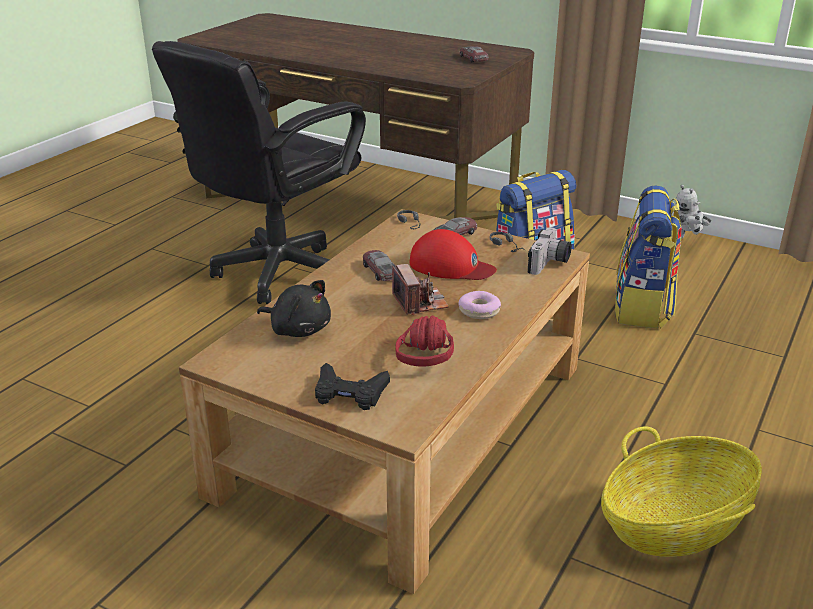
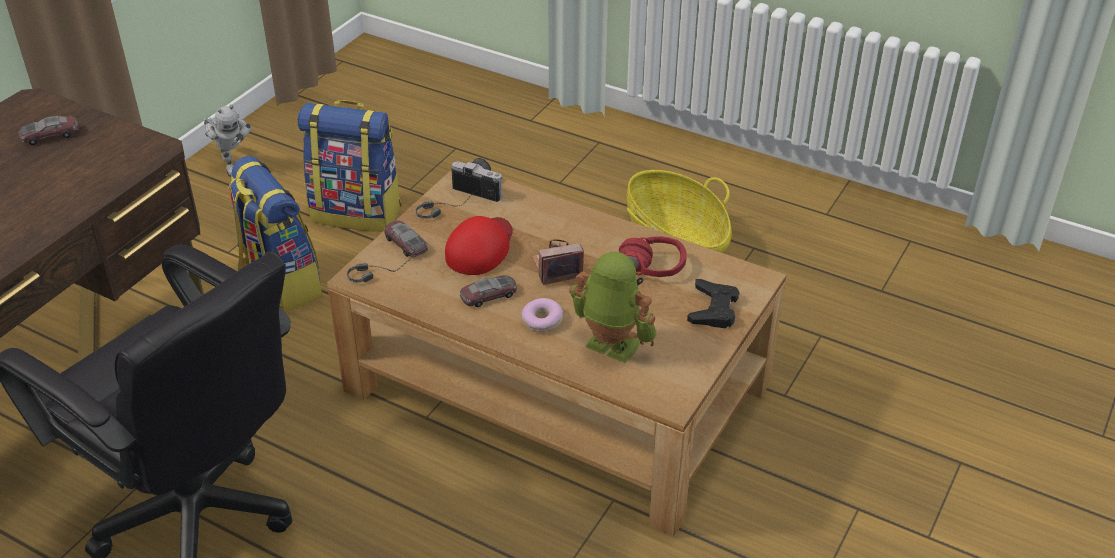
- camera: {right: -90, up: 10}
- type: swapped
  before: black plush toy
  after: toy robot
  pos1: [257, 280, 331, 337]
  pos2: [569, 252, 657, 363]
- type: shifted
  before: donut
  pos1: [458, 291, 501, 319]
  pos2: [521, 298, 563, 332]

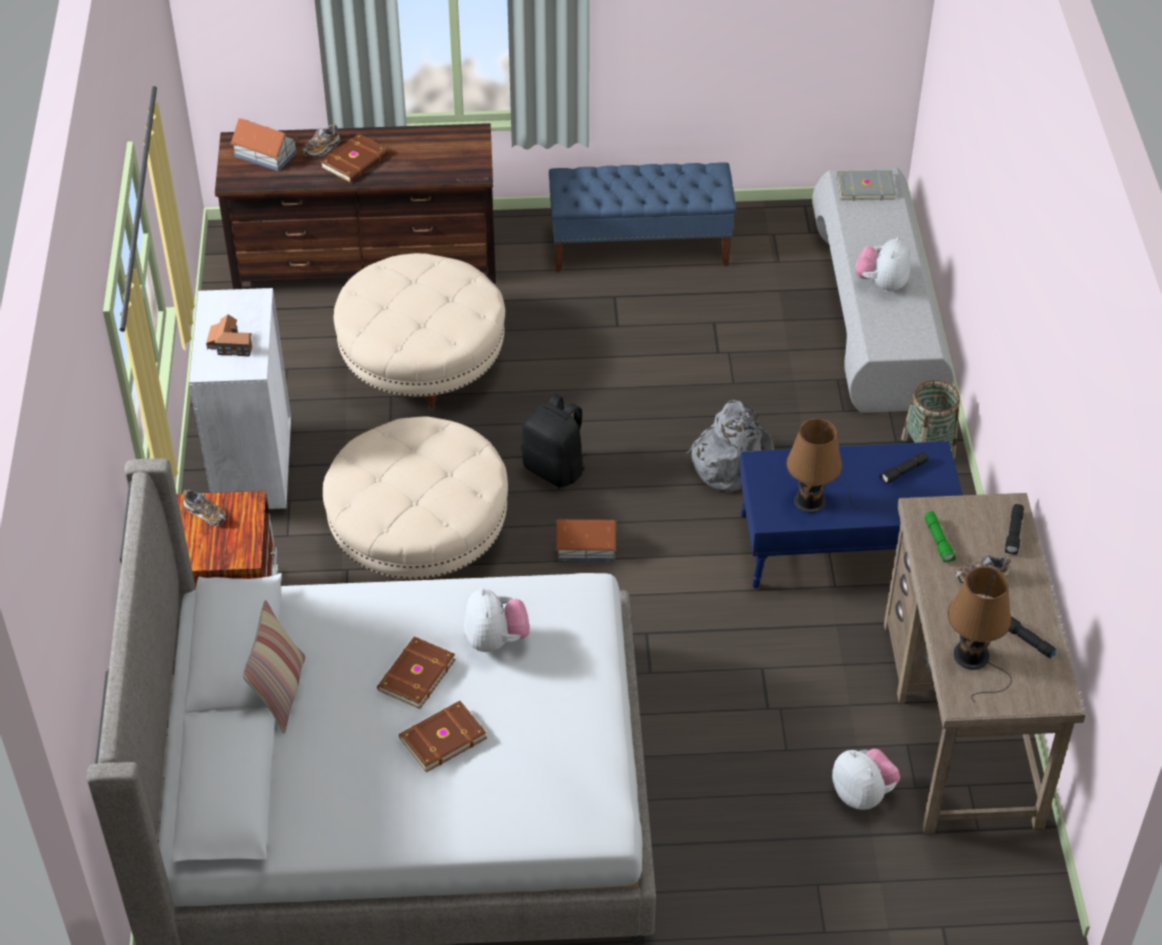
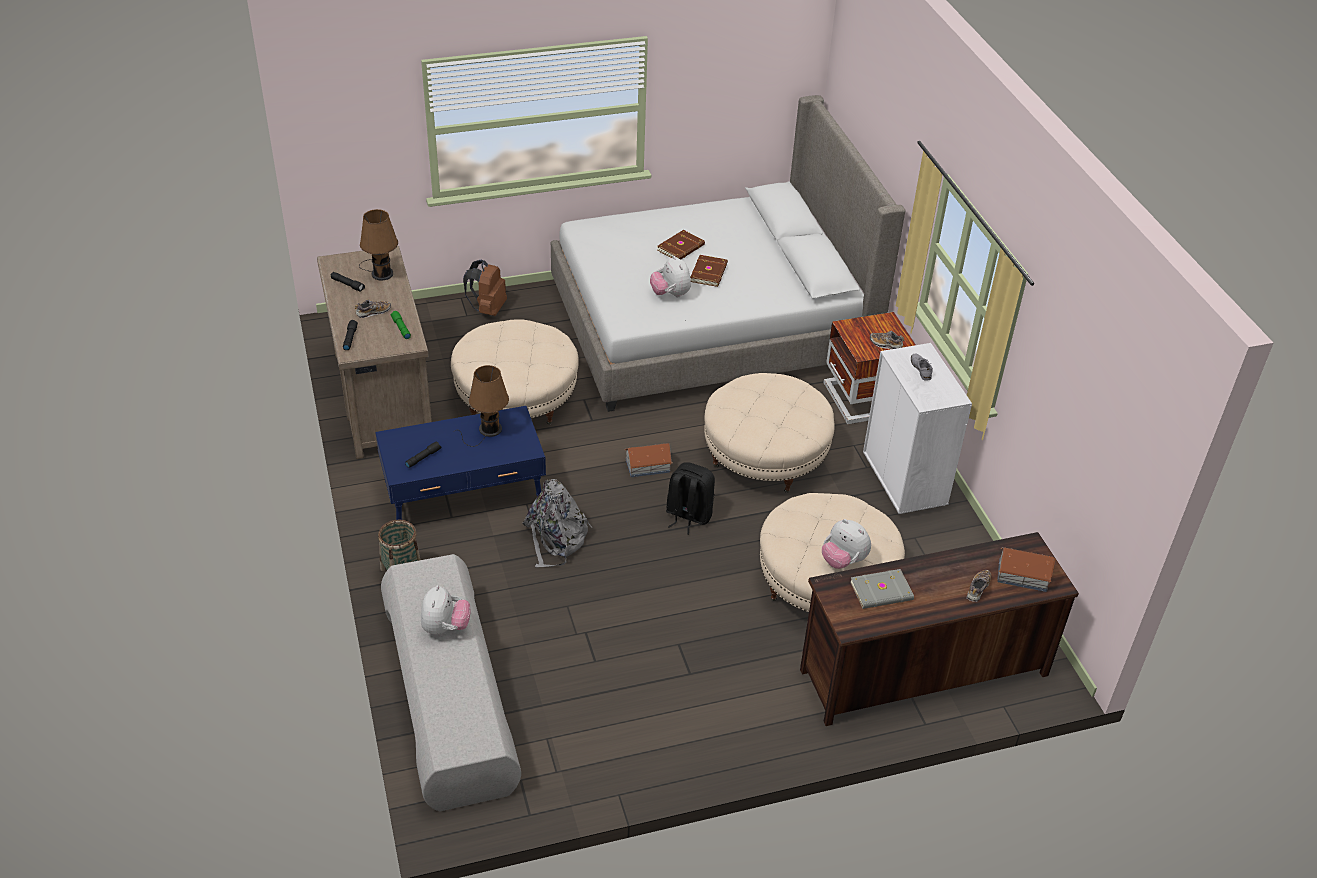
- camera: {right: 165, up: -5}
- type: gone
  before: brown volume
  pos1: [321, 133, 389, 183]
- type: gone
  before: blue-coloured long seat
  pos1: [549, 162, 736, 272]
- type: shifted
  before: grey volume
  pos1: [837, 170, 896, 201]
  pos2: [850, 569, 914, 609]
- type: swapped
  before: miniature house
  after: grey item of footwear
  pos1: [206, 314, 252, 357]
  pos2: [911, 354, 933, 381]
- type: gone
  before: throw pillow
  pos1: [243, 600, 305, 734]
- type: shifted
  before: plush toy
  pos1: [832, 749, 900, 810]
  pos2: [822, 519, 871, 569]
- type: new
  after: brown knapsack
  pos2: [463, 260, 507, 316]
- type: new
  after: beige pouffe
  pos2: [451, 319, 579, 424]

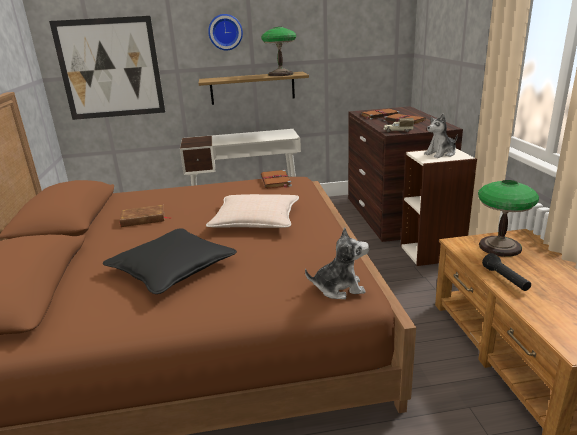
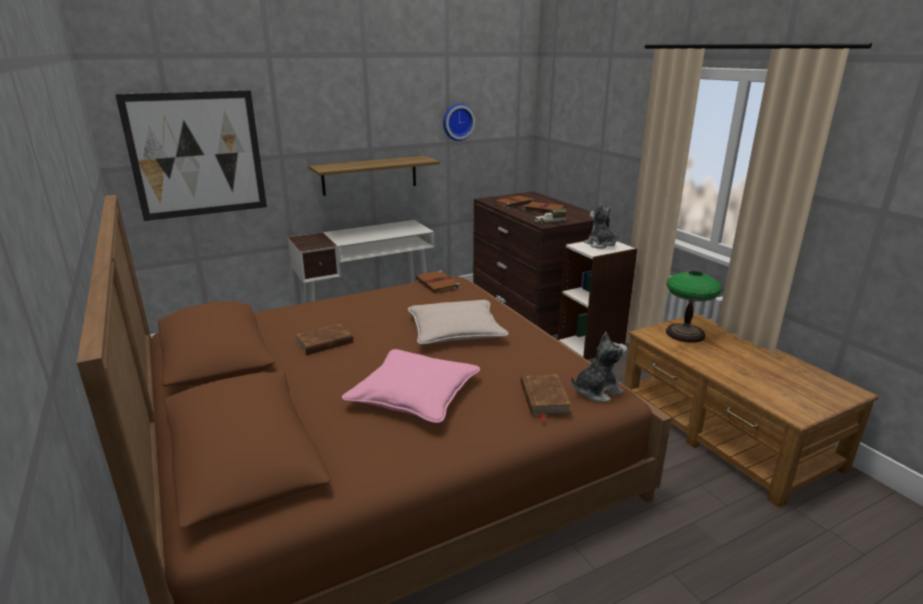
- camera: {right: -20, up: 0}
- type: shifted
  before: hanging clock
  pos1: [208, 14, 243, 50]
  pos2: [443, 103, 475, 141]
- type: gone
  before: table lamp
  pos1: [261, 27, 296, 76]
- type: rotated
  before: plush toy
  pos1: [424, 114, 458, 158]
  pos2: [584, 204, 619, 249]
  turn: 105
- type: repainted
  before: black throw pillow
  after: pink throw pillow
  pos1: [103, 228, 237, 294]
  pos2: [342, 349, 480, 423]
- type: gone
  before: black hand torch
  pos1: [482, 253, 531, 291]
- type: new
  after: brown volume
  pos2: [521, 374, 572, 422]

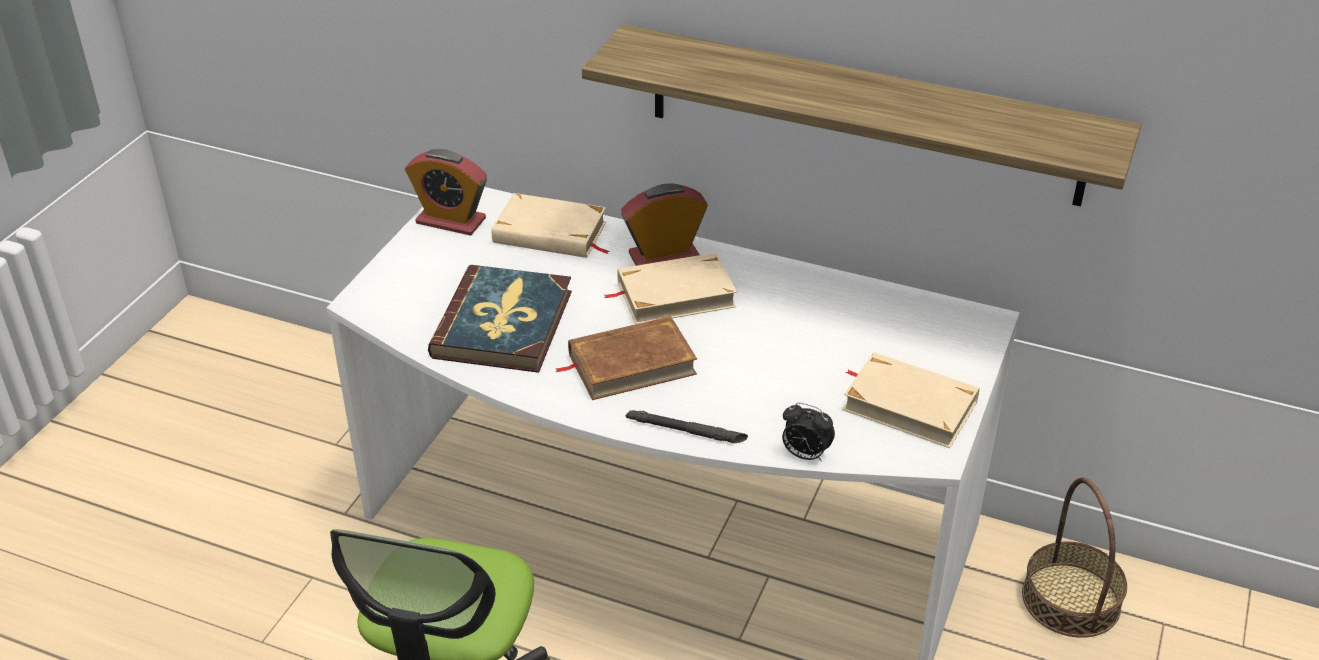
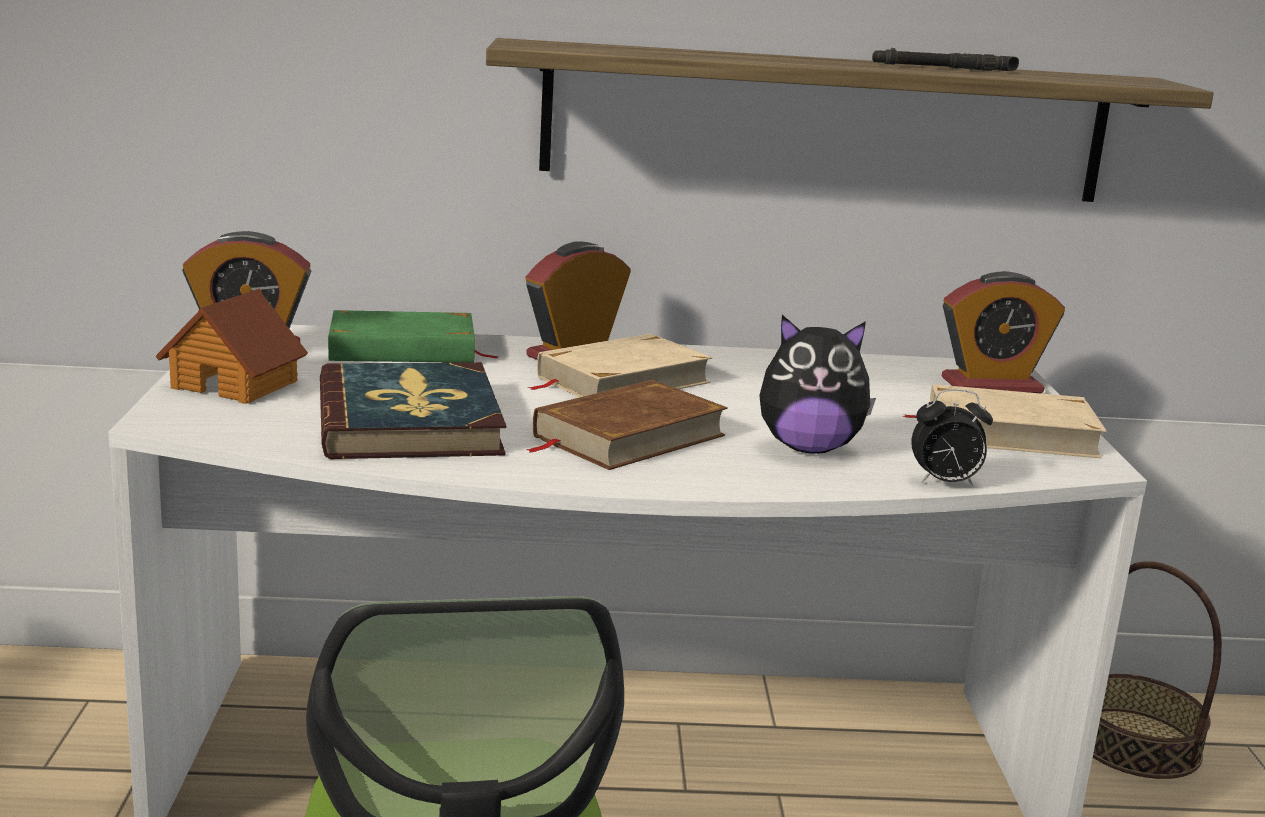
- camera: {right: -25, up: -20}
- type: repainted
  before: beige volume
  after: green-coloured volume
  pos1: [492, 193, 610, 258]
  pos2: [328, 310, 499, 363]
- type: shifted
  before: black hand torch
  pos1: [626, 410, 748, 443]
  pos2: [872, 48, 1019, 71]
- type: new
  after: table clock
  pos2: [942, 271, 1065, 394]
- type: new
  after: miniature house
  pos2: [155, 289, 308, 404]
- type: new
  after: plush toy
  pos2: [759, 315, 876, 454]

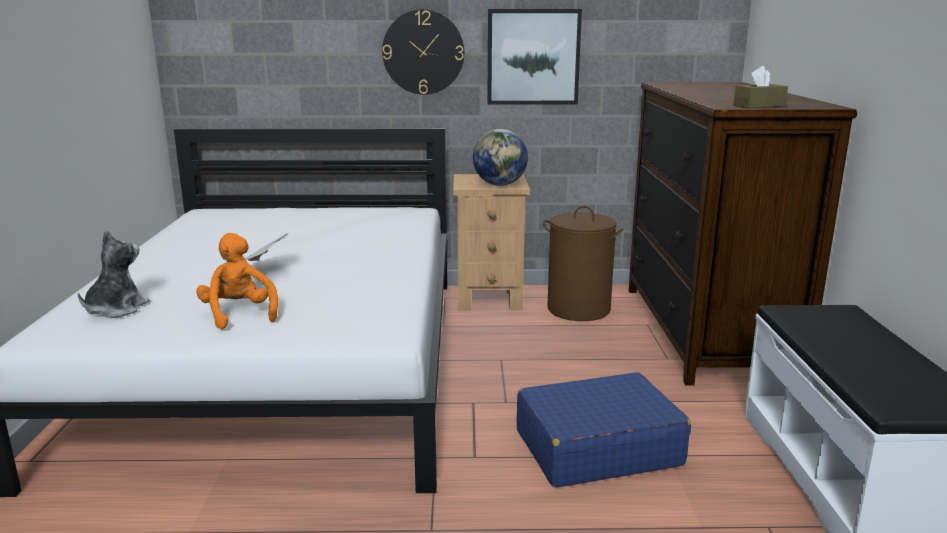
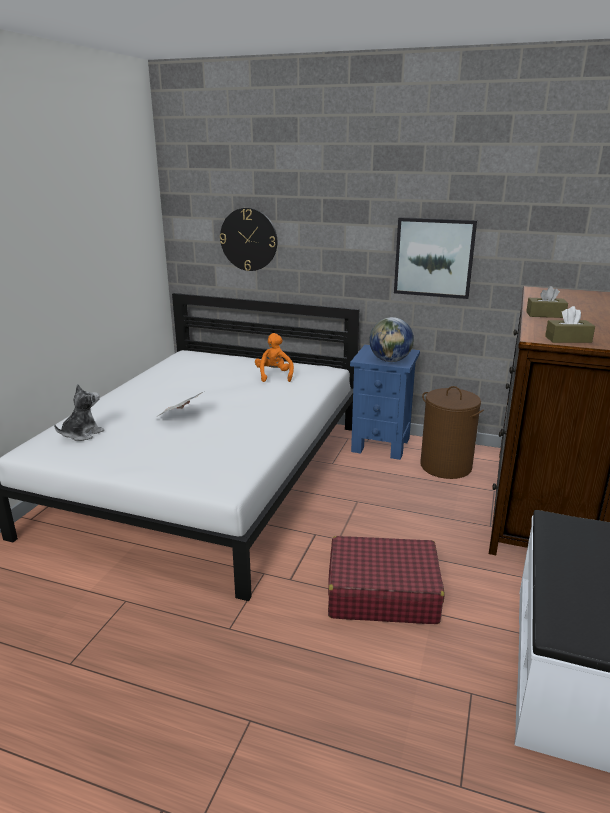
- camera: {right: 20, up: 5}
- type: shifted
  before: hanging clock
  pos1: [382, 9, 464, 95]
  pos2: [220, 208, 277, 271]
- type: repainted
  before: beige bedside table
  after: blue-coloured bedside table
  pos1: [453, 174, 530, 311]
  pos2: [350, 345, 420, 460]
- type: shifted
  before: orange plush toy
  pos1: [196, 233, 278, 329]
  pos2: [255, 333, 294, 382]
- type: repainted
  before: blue-coloured travel case
  after: red travel case
  pos1: [517, 372, 691, 488]
  pos2: [328, 536, 445, 624]
- type: new
  after: brown tissue holder
  pos2: [526, 286, 568, 318]

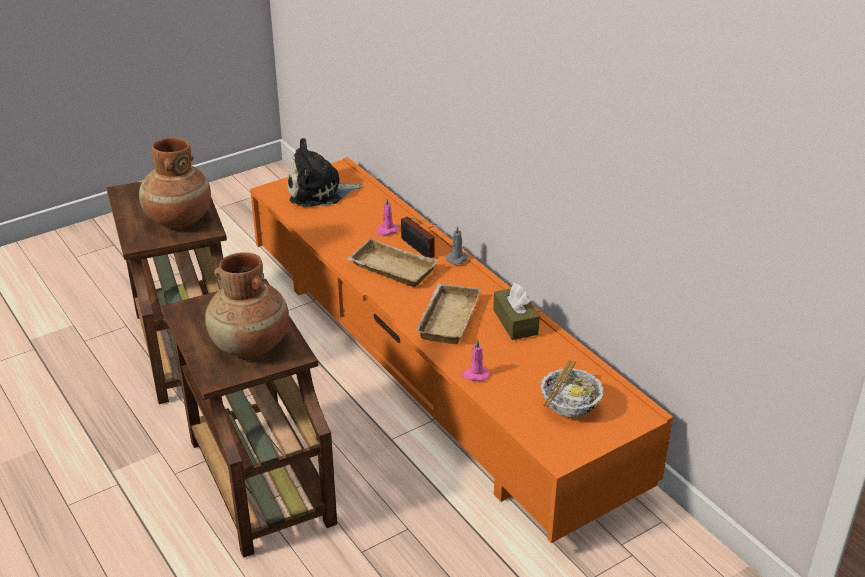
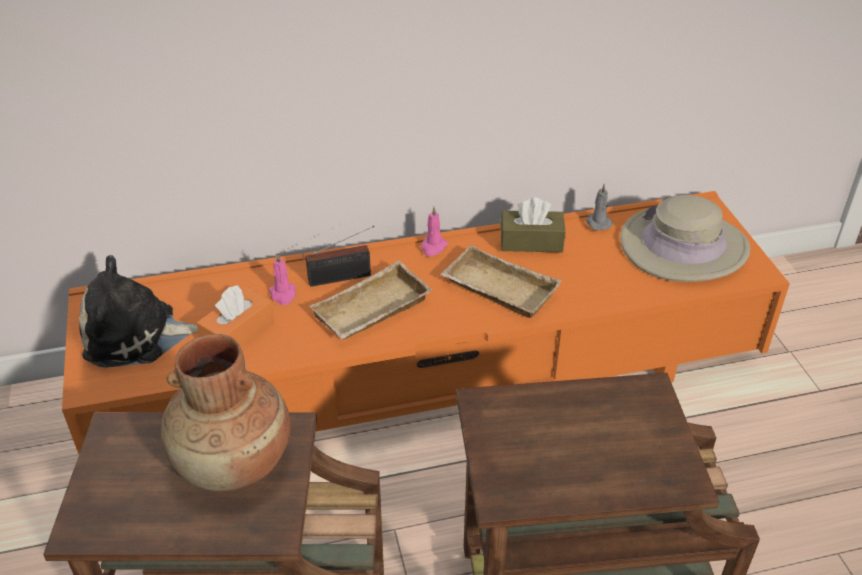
- camera: {right: -70, up: 5}
- type: rotated
  before: plush toy
  pos1: [288, 138, 363, 207]
  pos2: [79, 255, 198, 367]
  turn: 75
- type: shifted
  before: grey candle
  pos1: [446, 226, 468, 265]
  pos2: [586, 184, 613, 231]
- type: gone
  before: brown flower vase
  pos1: [205, 252, 289, 357]
- type: shifted
  before: pink candle
  pos1: [461, 339, 490, 381]
  pos2: [421, 207, 448, 256]
- type: swapped
  before: deep dish
  after: beige wearable hat
  pos1: [540, 360, 604, 418]
  pos2: [620, 195, 750, 282]
- type: new
  after: orange tissue holder
  pos2: [196, 285, 275, 348]

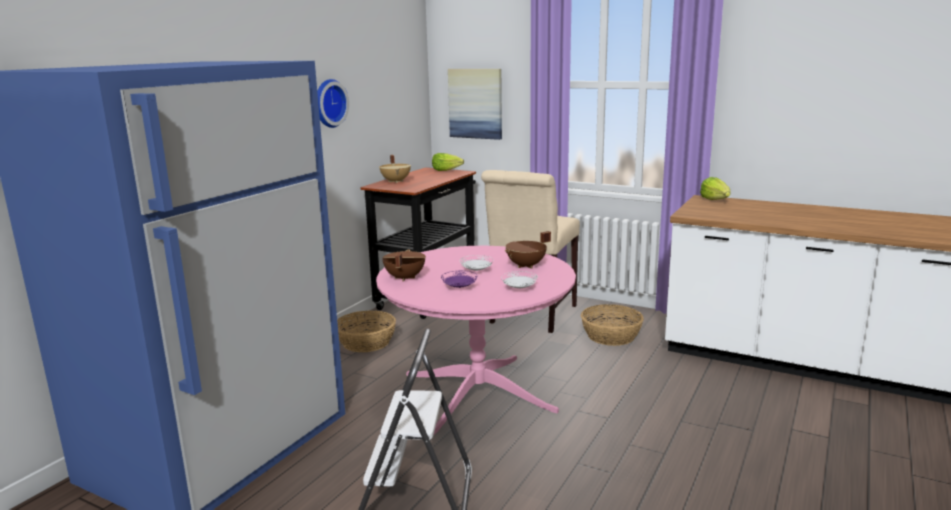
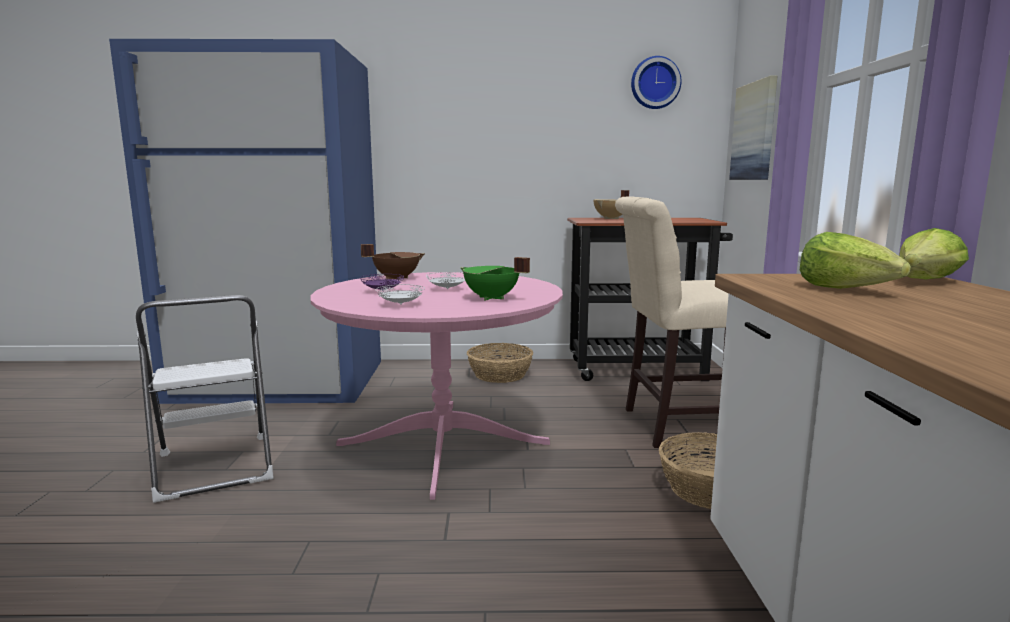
- camera: {right: 60, up: -5}
- type: shifted
  before: hanging clock
  pos1: [317, 79, 349, 128]
  pos2: [631, 56, 682, 109]
- type: shifted
  before: lettuce head
  pos1: [432, 153, 464, 171]
  pos2: [800, 232, 911, 289]
- type: repainted
  before: brown saucepot
  after: green-coloured saucepot
  pos1: [504, 231, 551, 269]
  pos2: [460, 257, 530, 301]

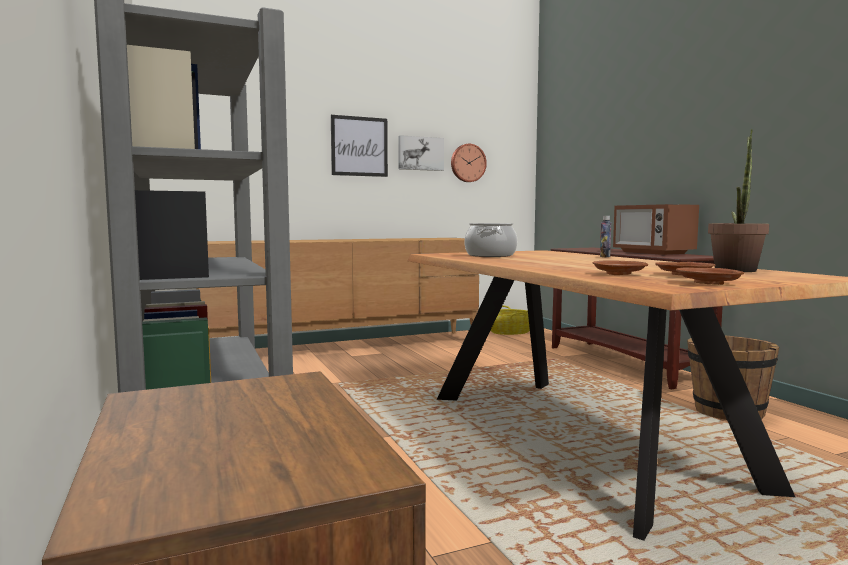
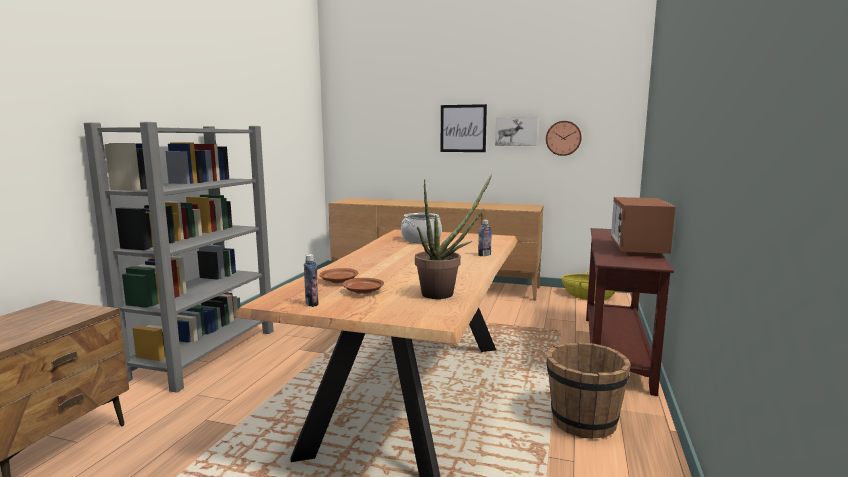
- camera: {right: 40, up: 5}
- type: swapped
  before: brown plate
  after: bottle
  pos1: [676, 267, 744, 285]
  pos2: [304, 254, 319, 307]

